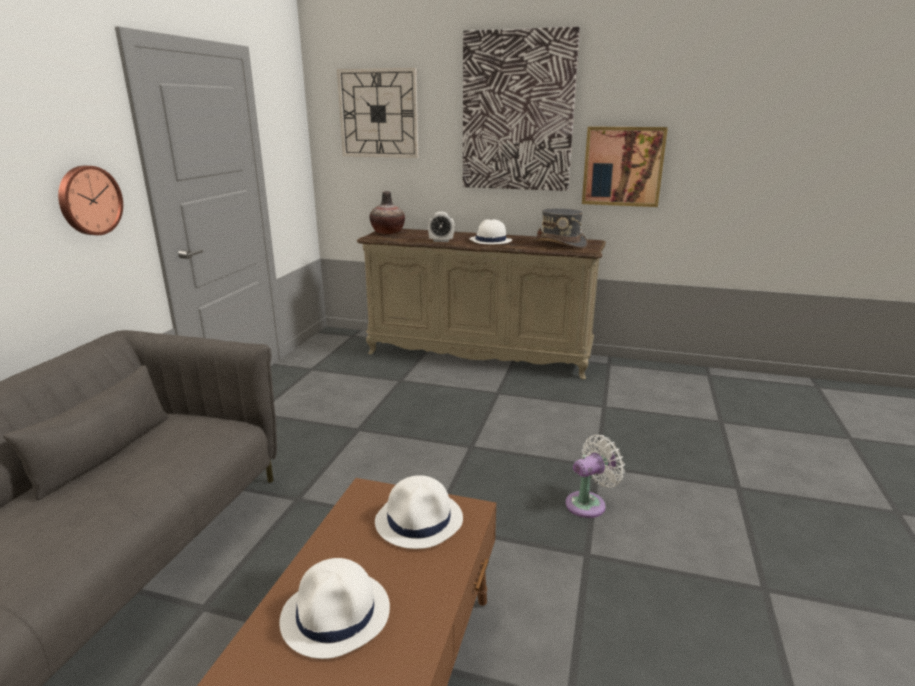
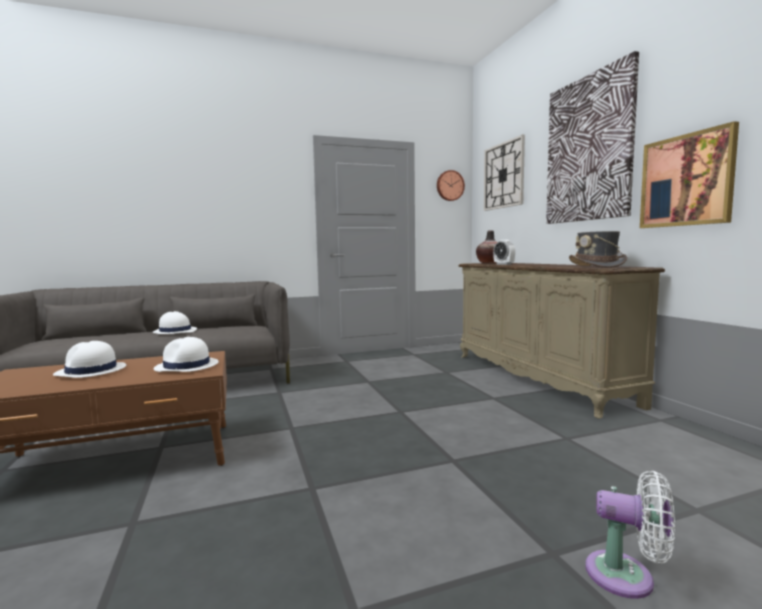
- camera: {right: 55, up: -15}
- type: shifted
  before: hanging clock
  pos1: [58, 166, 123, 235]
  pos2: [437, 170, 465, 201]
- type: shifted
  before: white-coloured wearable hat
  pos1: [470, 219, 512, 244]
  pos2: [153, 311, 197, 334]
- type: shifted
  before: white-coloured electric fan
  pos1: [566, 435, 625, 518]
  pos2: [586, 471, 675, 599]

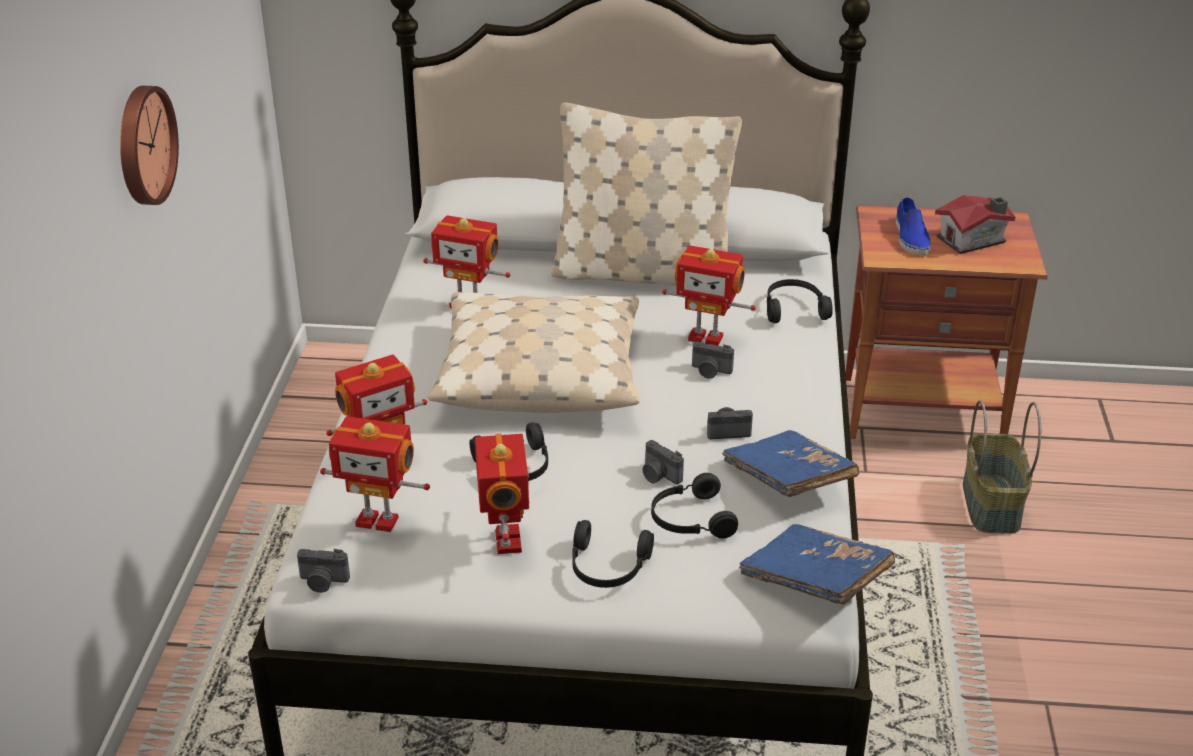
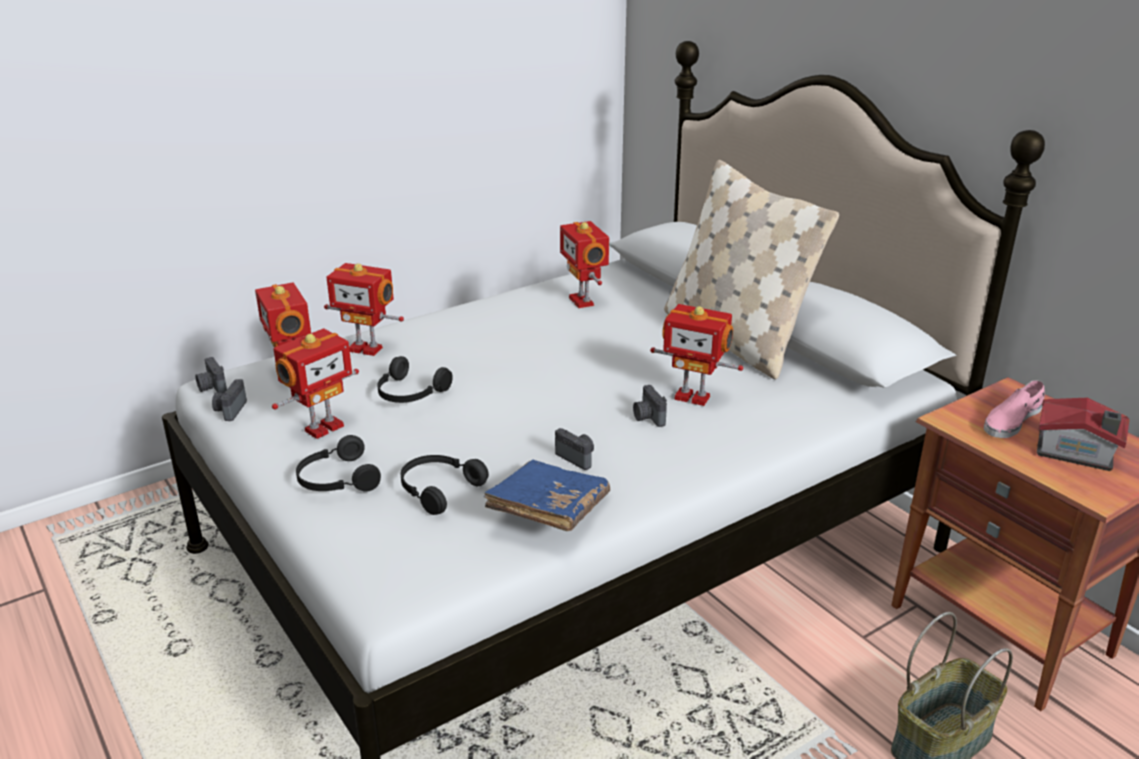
- camera: {right: 50, up: -5}
- type: gone
  before: hanging clock
  pos1: [120, 86, 179, 205]
- type: repainted
  before: blue-coloured item of footwear
  after: pink item of footwear
  pos1: [896, 197, 931, 255]
  pos2: [984, 380, 1045, 438]
- type: rotated
  before: toy robot
  pos1: [662, 245, 756, 346]
  pos2: [650, 304, 743, 406]
  turn: -45
- type: gone
  before: black headphones
  pos1: [767, 279, 833, 323]
- type: gone
  before: beige throw pillow
  pos1: [427, 292, 640, 413]
- type: shifted
  before: still camera
  pos1: [642, 440, 684, 484]
  pos2: [212, 379, 247, 421]
- type: gone
  before: blue-coloured volume
  pos1: [739, 524, 895, 605]

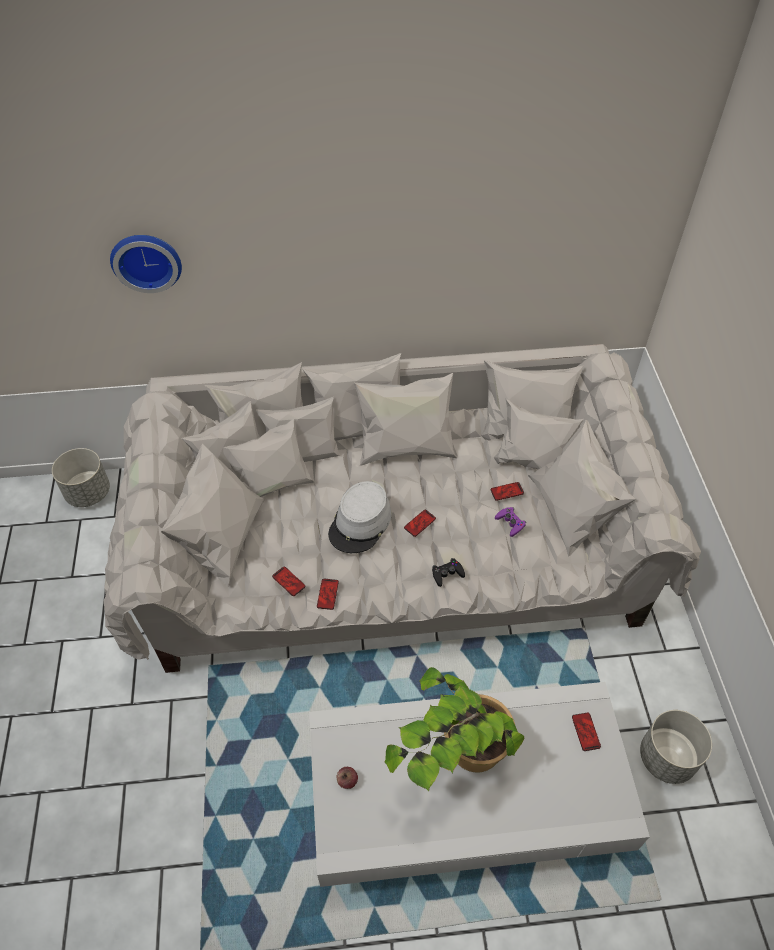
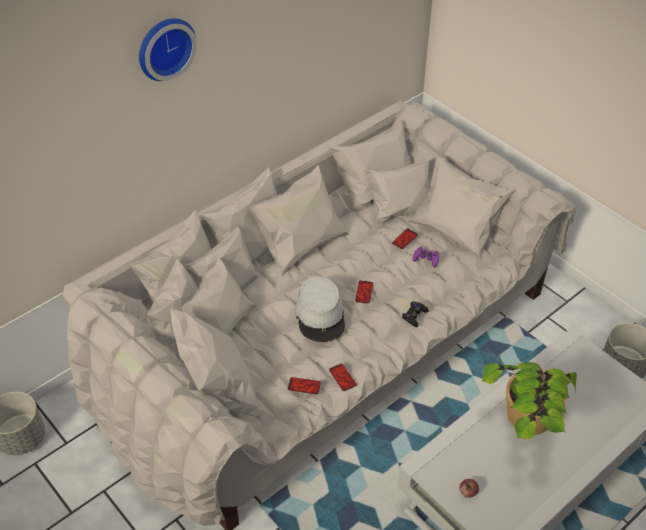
- camera: {right: -35, up: -5}
- type: shifted
  before: hanging clock
  pos1: [110, 235, 182, 293]
  pos2: [139, 18, 197, 81]
- type: gone
  before: phone
  pos1: [572, 712, 601, 751]

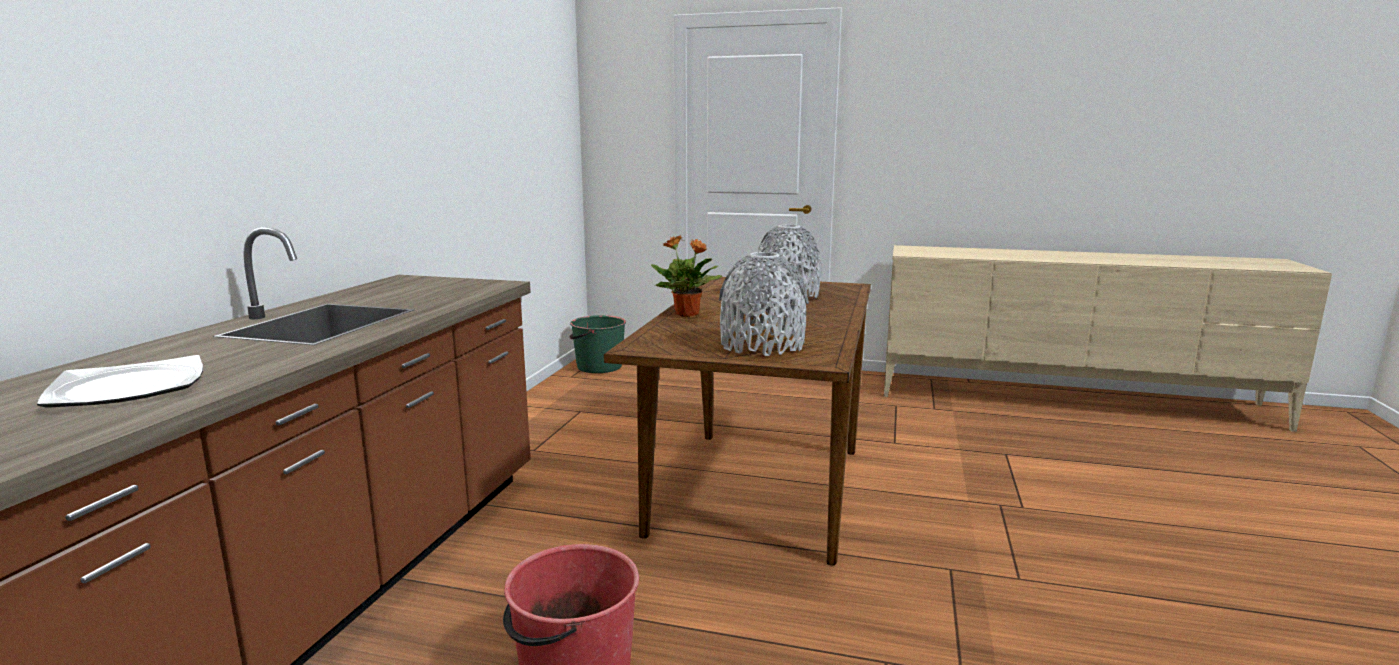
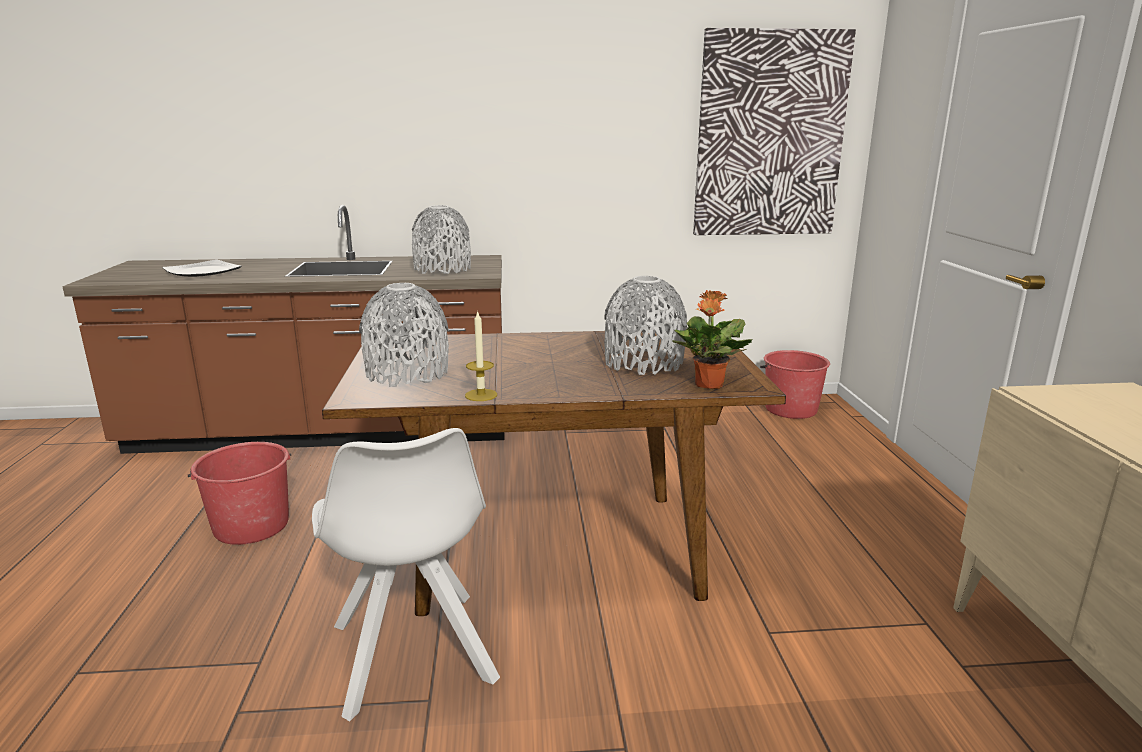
- camera: {right: 70, up: 5}
- type: shifted
  before: potted plant
  pos1: [651, 235, 722, 317]
  pos2: [672, 290, 752, 389]
- type: repainted
  before: green-coloured bucket
  after: red bucket
  pos1: [570, 315, 626, 373]
  pos2: [760, 350, 830, 419]
- type: new
  after: wall art
  pos2: [693, 28, 856, 235]
- type: new
  after: grey flower vase
  pos2: [412, 205, 471, 274]
- type: new
  after: candle
  pos2: [465, 310, 497, 401]
- type: new
  after: white-coloured chair
  pos2: [312, 428, 500, 721]

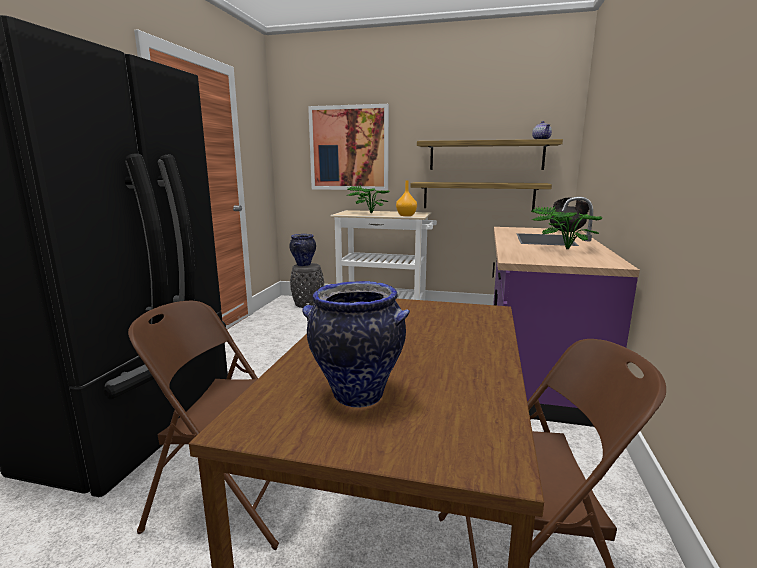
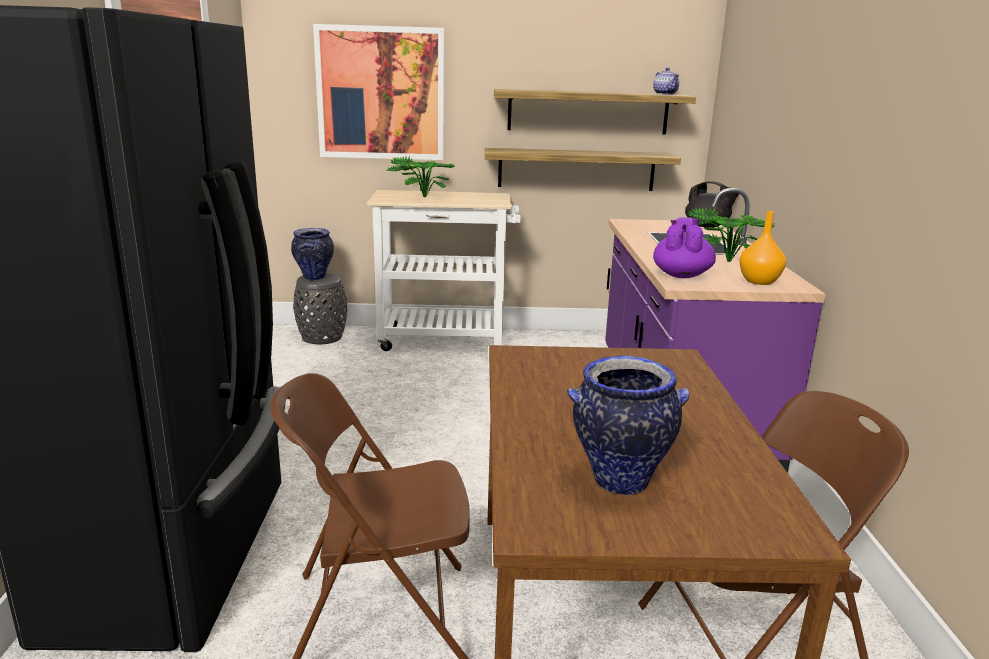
- camera: {right: -15, up: 5}
- type: shifted
  before: orange flower vase
  pos1: [396, 180, 417, 216]
  pos2: [739, 211, 786, 285]
- type: new
  after: purple-coloured teapot
  pos2: [653, 217, 716, 278]

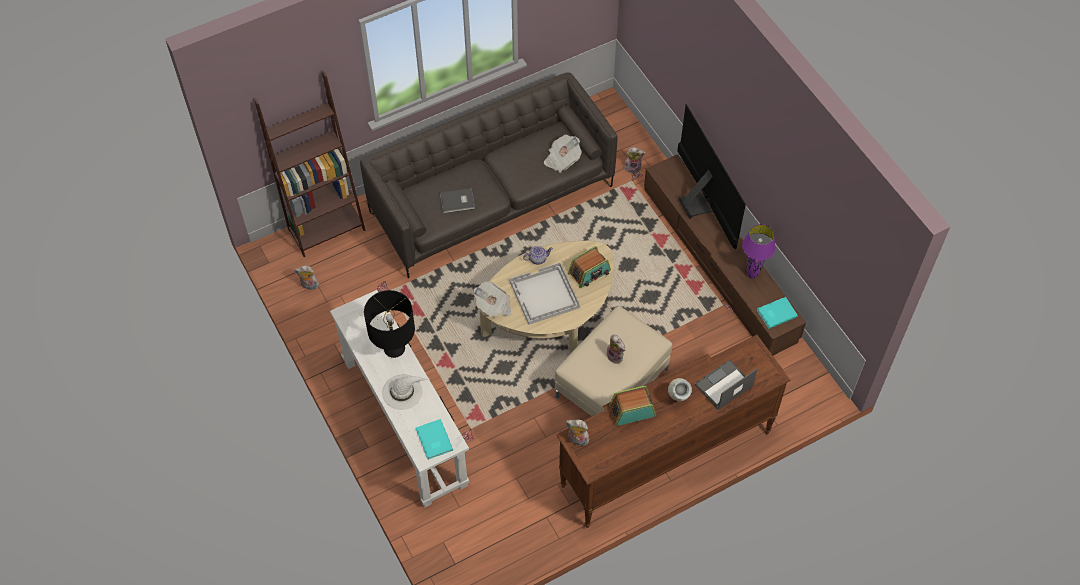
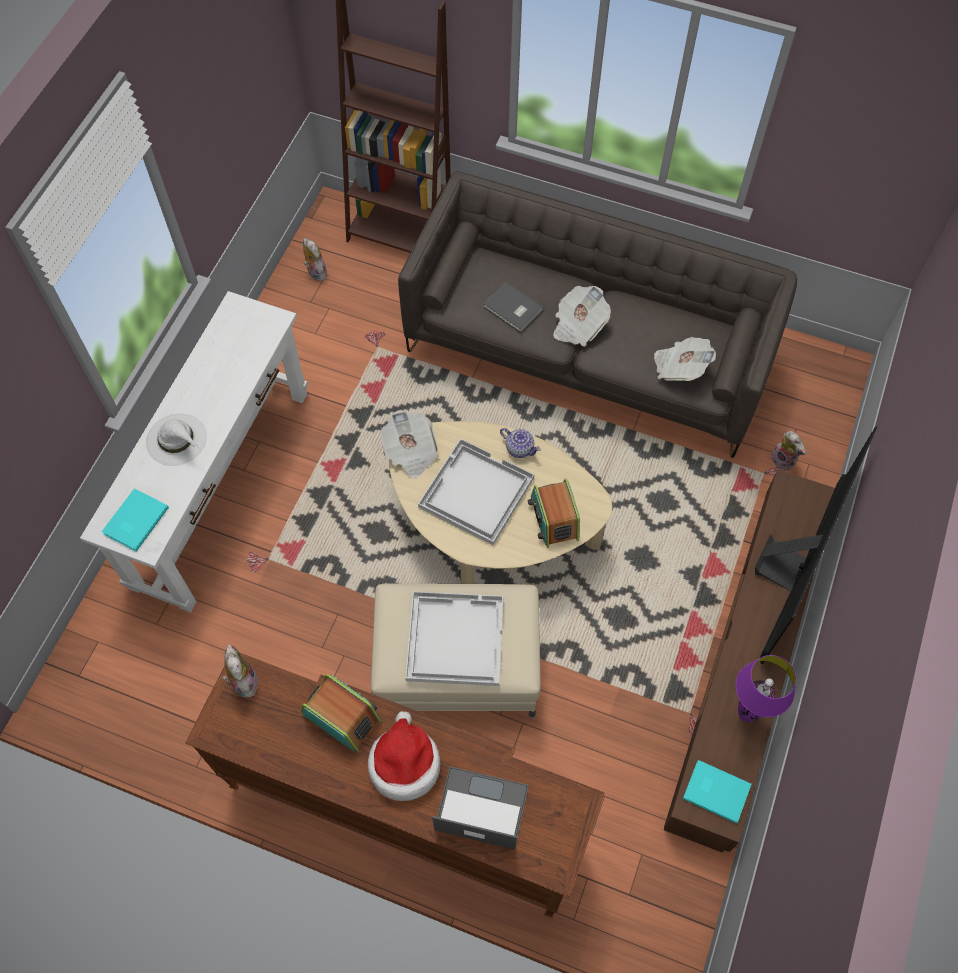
- camera: {right: 50, up: 5}
- type: rotated
  before: radio
  pos1: [568, 246, 611, 288]
  pos2: [528, 478, 580, 548]
  turn: 60
- type: gone
  before: black table lamp
  pos1: [364, 290, 415, 358]
- type: swapped
  before: plush toy
  after: white-coloured serving tray
  pos1: [606, 334, 625, 364]
  pos2: [405, 591, 503, 686]
- type: swapped
  before: flower vase
  after: wearable hat
  pos1: [668, 378, 692, 401]
  pos2: [368, 711, 441, 801]
- type: new
  after: daily paper
  pos2: [553, 286, 611, 346]

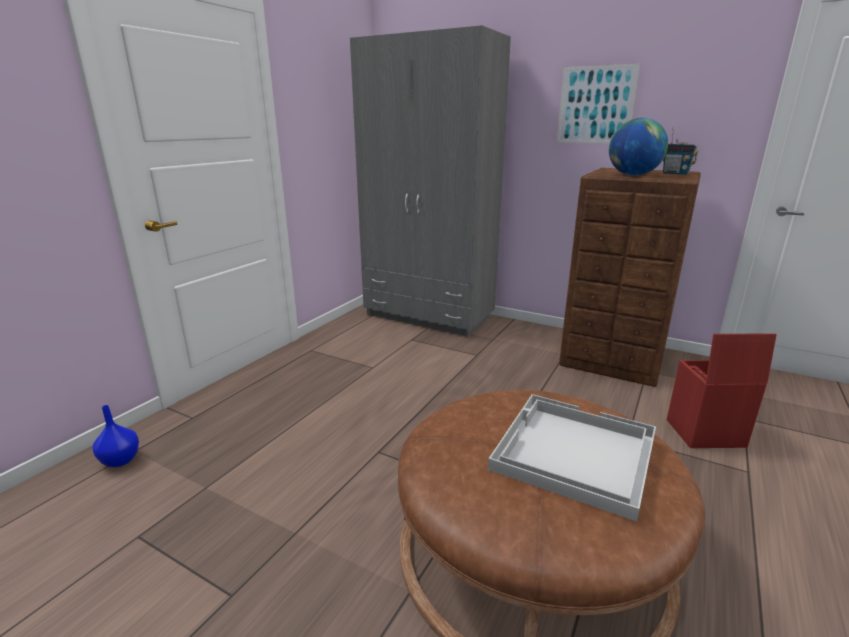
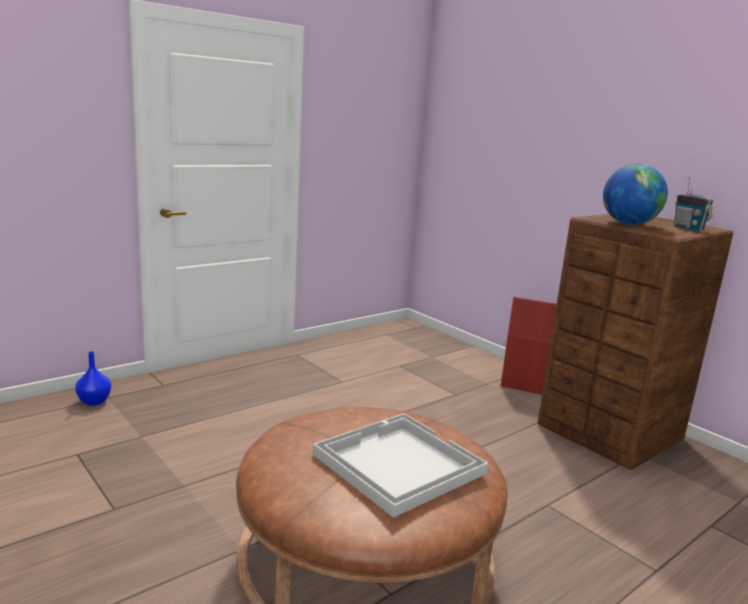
- camera: {right: 20, up: -5}
- type: gone
  before: grey armoire
  pos1: [350, 25, 511, 337]
- type: gone
  before: wall art
  pos1: [557, 64, 640, 143]
- type: shifted
  before: red storage box
  pos1: [667, 333, 777, 448]
  pos2: [501, 297, 557, 395]

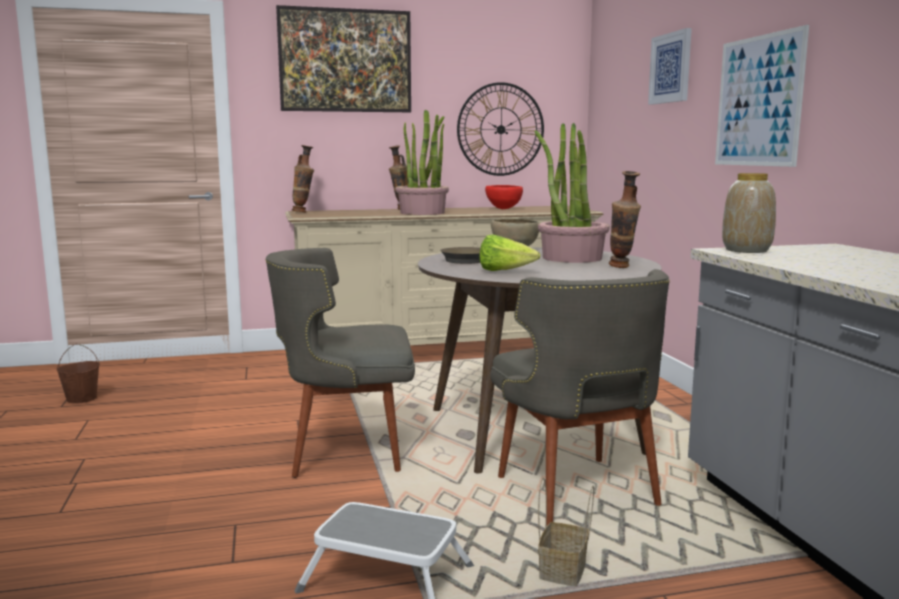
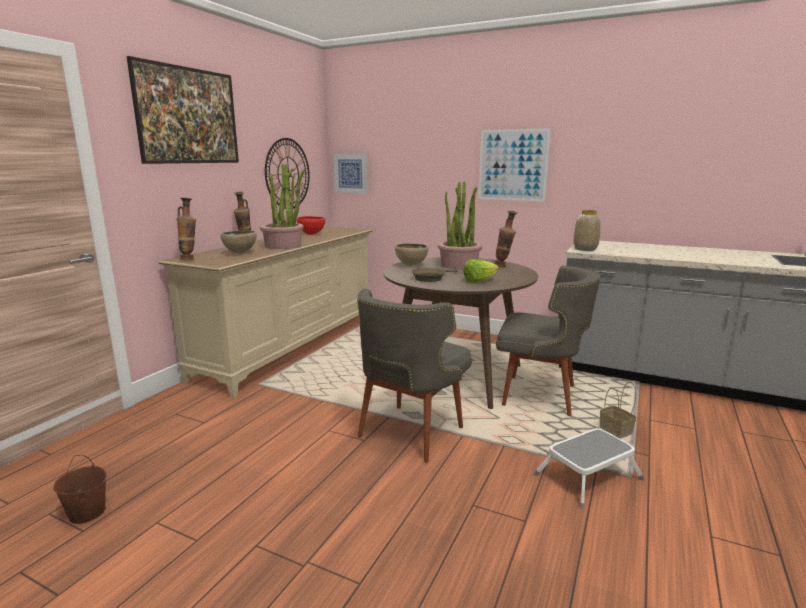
- camera: {right: -50, up: 5}
- type: shifted
  before: wall art
  pos1: [648, 28, 692, 105]
  pos2: [333, 154, 368, 193]
- type: new
  after: brown deep dish
  pos2: [220, 230, 257, 254]

